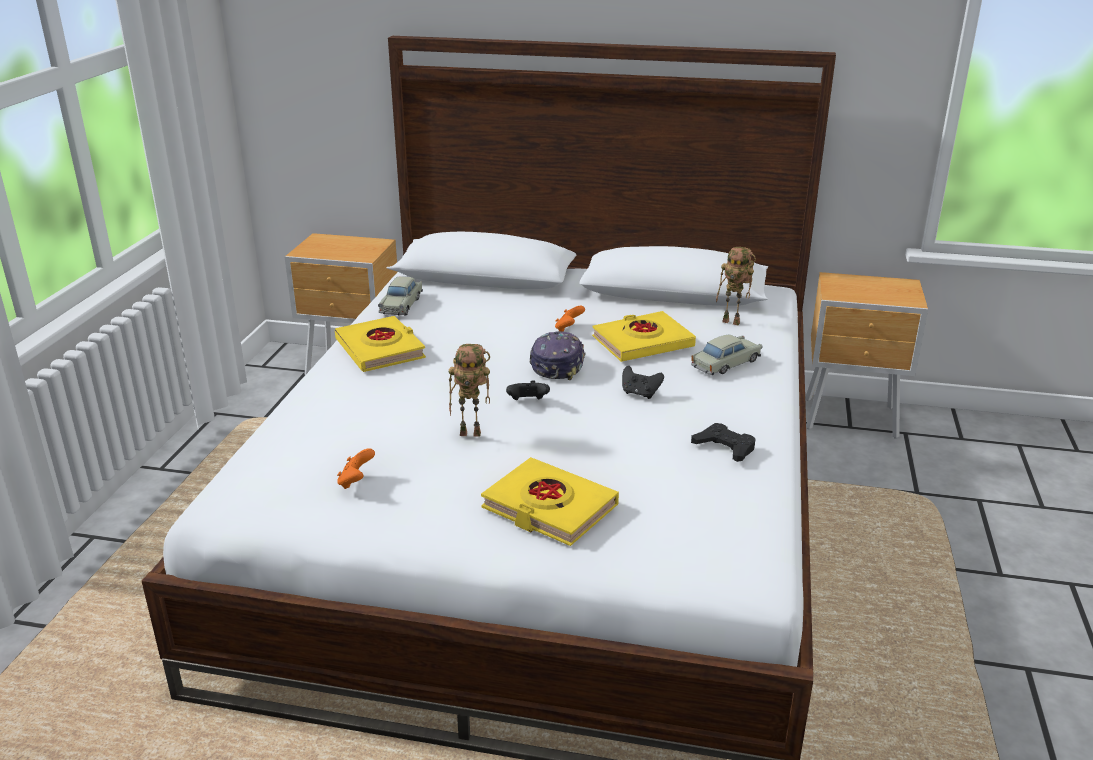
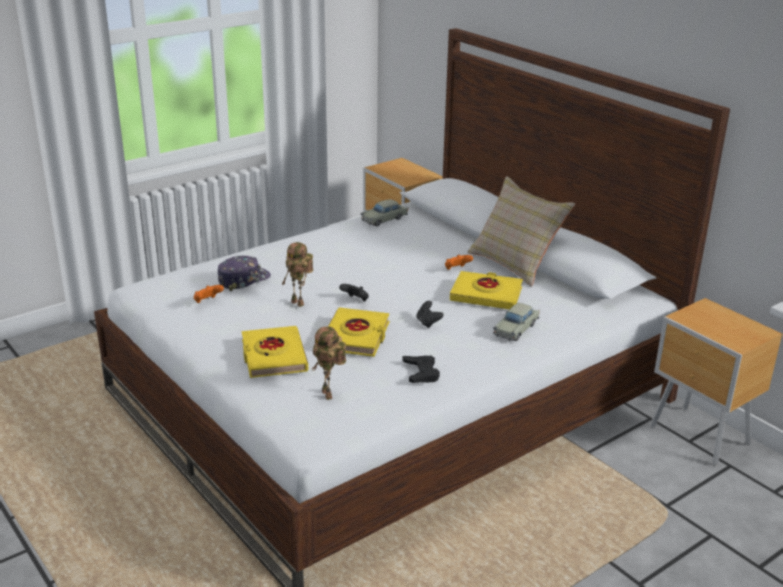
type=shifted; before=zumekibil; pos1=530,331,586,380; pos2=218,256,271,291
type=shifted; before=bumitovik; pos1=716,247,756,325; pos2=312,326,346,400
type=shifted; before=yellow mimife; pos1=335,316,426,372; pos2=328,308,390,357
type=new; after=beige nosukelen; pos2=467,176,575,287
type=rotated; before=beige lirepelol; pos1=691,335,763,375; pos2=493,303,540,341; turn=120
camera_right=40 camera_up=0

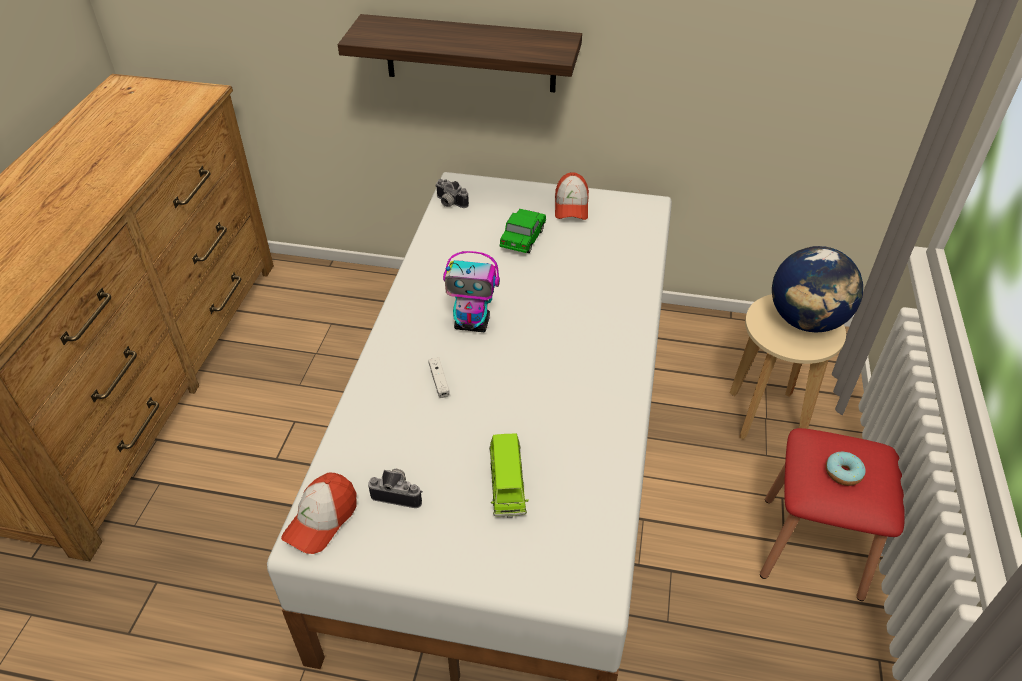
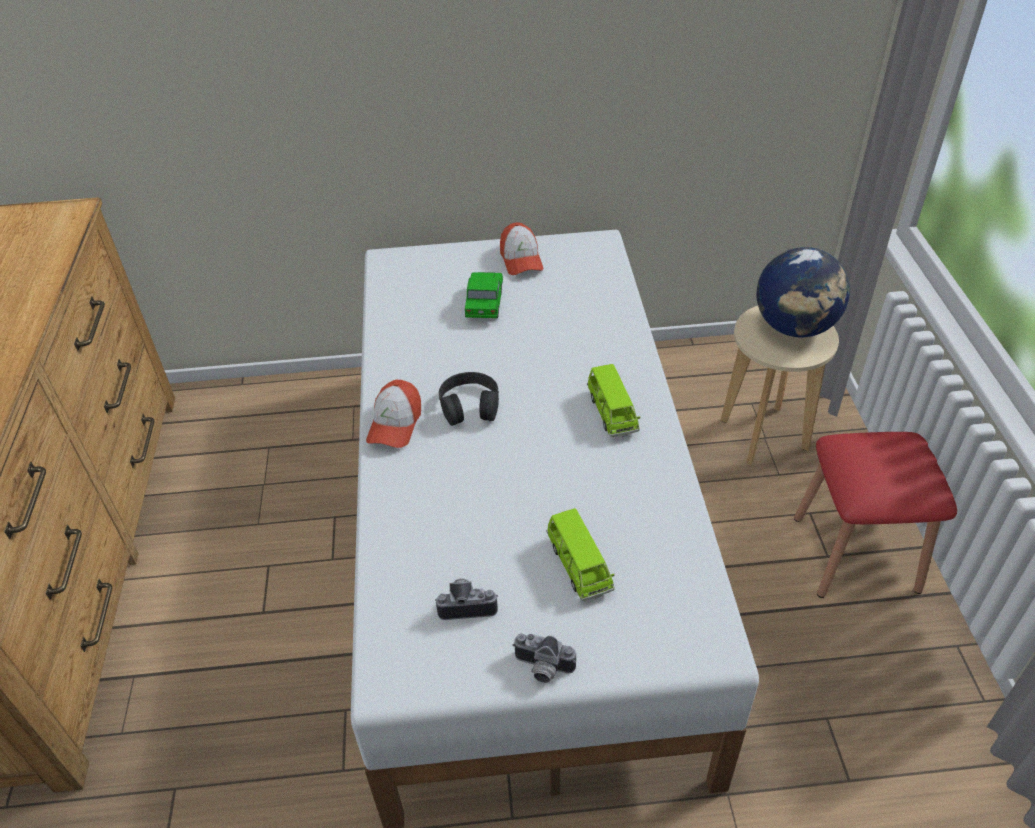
type=shifted; before=zumekibil; pos1=281,473,356,554; pos2=366,380,421,448
type=swapped; before=bumitovik; after=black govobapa; pos1=443,251,500,332; pos2=439,372,499,426
type=shifted; before=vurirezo; pos1=435,179,469,208; pos2=512,634,576,683
type=new; after=green lirepelol; pos2=587,364,640,437
type=gone; before=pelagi; pos1=338,14,582,92
type=gone; before=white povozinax; pos1=429,357,450,398
type=gone; before=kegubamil; pos1=826,452,866,486
camera_right=-15 camera_up=0

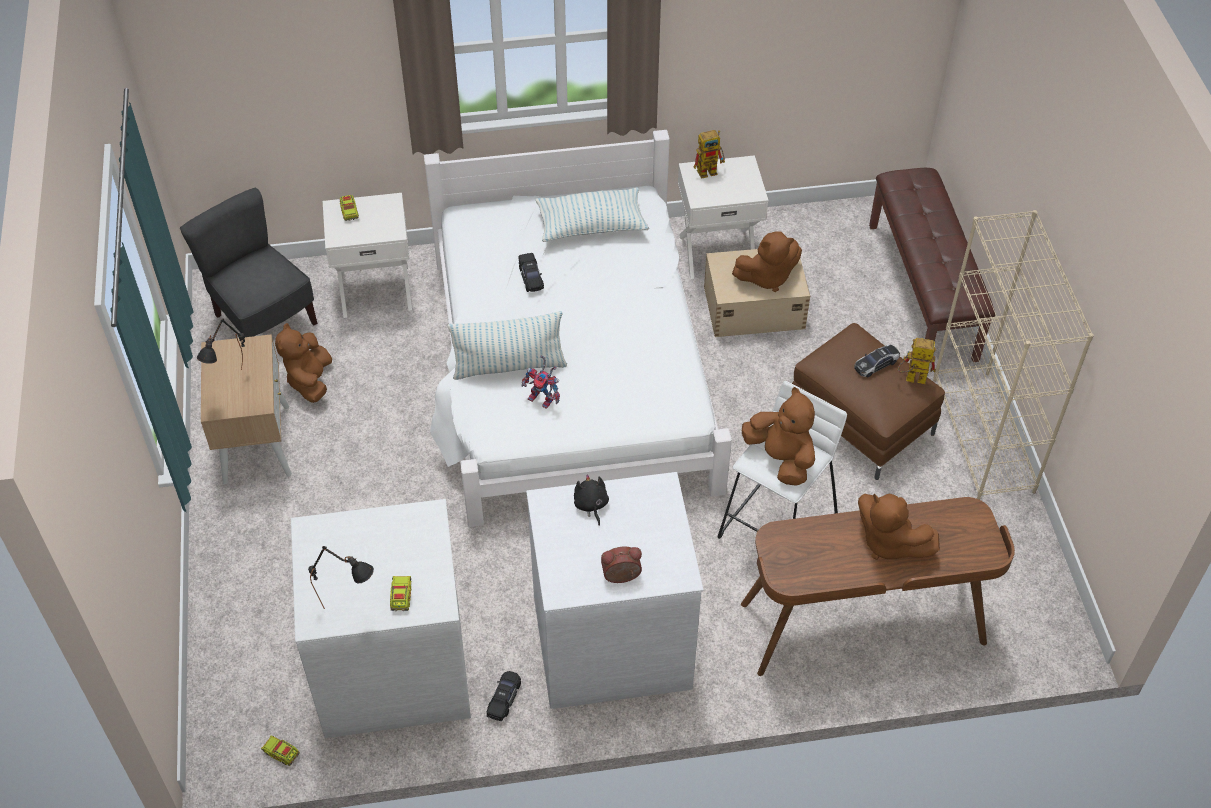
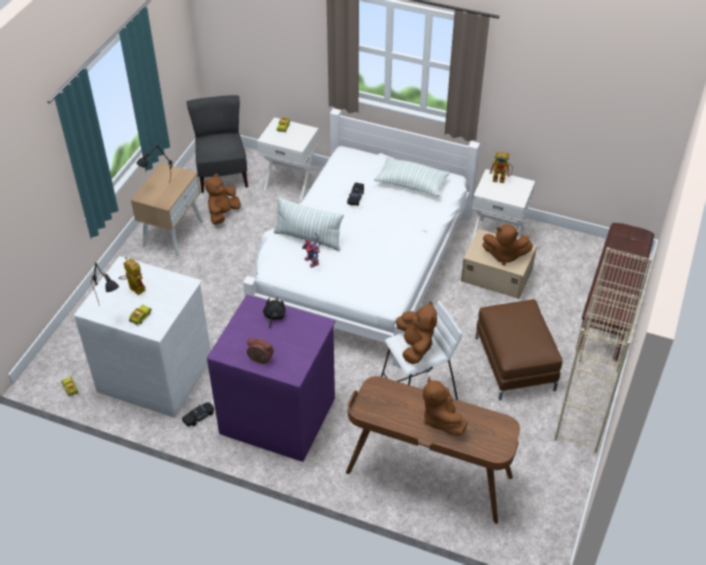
type=shifted; before=bumitovik; pos1=898,338,936,385; pos2=119,257,146,295
type=repainted; before=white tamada; after=purple tamada; pos1=526,472,703,709; pos2=207,295,335,462
type=gone; before=lirepelol; pos1=854,344,900,377
camera_right=30 camera_up=-5

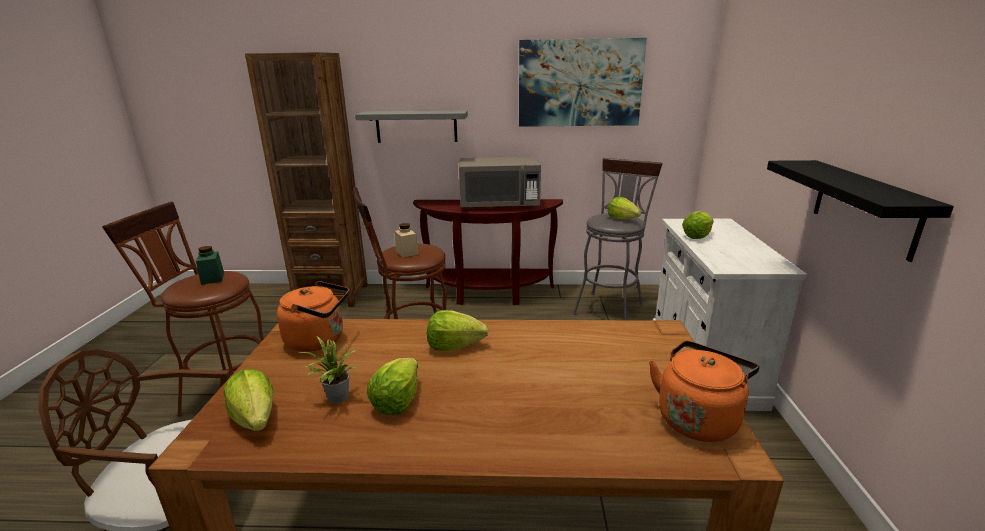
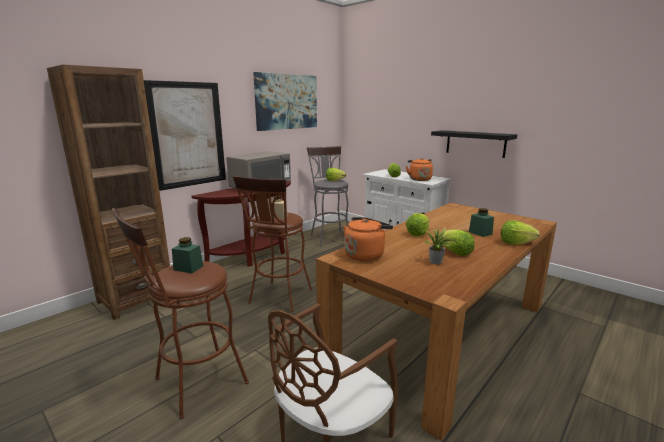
type=swapped; before=grey pelagi; after=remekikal; pos1=355,110,468,143; pos2=144,80,226,191
type=shifted; before=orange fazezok; pos1=649,341,759,442; pos2=406,158,433,181
type=new; after=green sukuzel; pos2=469,208,494,237
type=shifted; before=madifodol; pos1=224,369,274,431; pos2=501,220,540,245
camera_right=-50 camera_up=-5

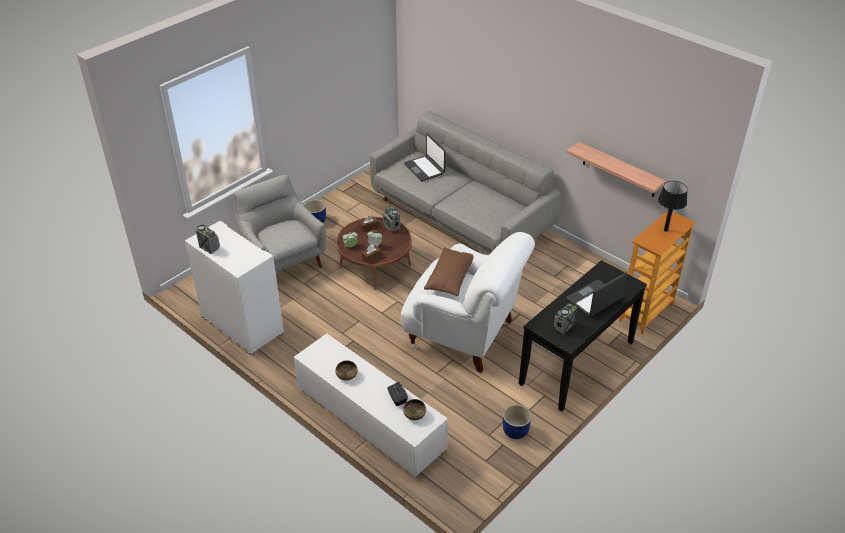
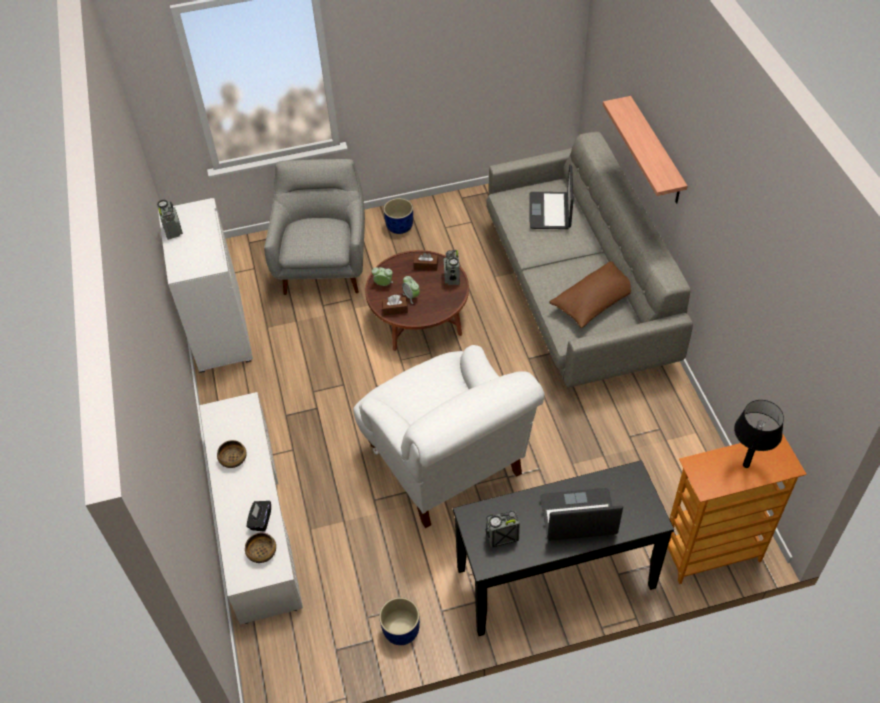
type=shifted; before=brown nosukelen; pos1=424,248,473,296; pos2=549,261,631,328
type=shifted; before=pelagi; pos1=566,142,666,197; pos2=603,96,688,204
camera_right=35 camera_up=10

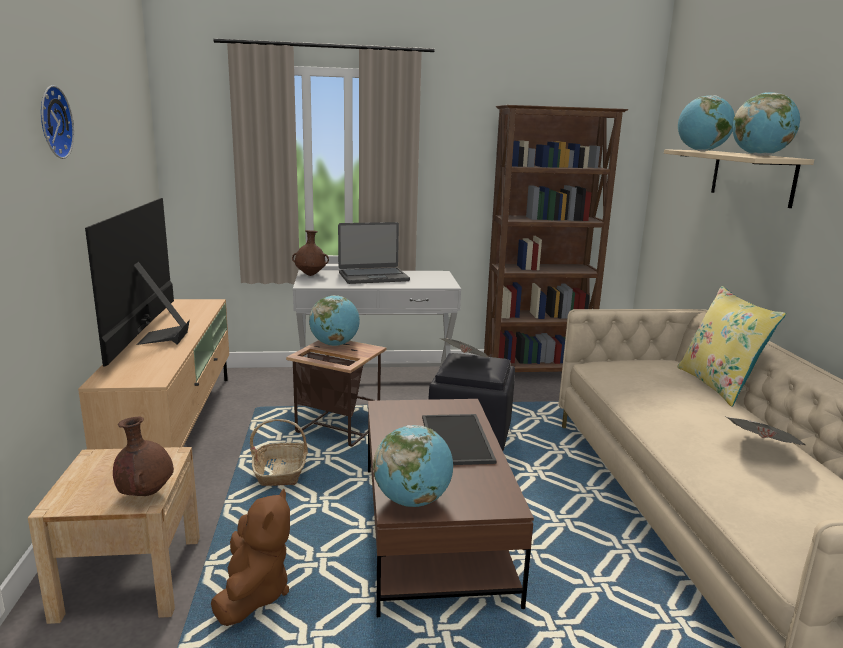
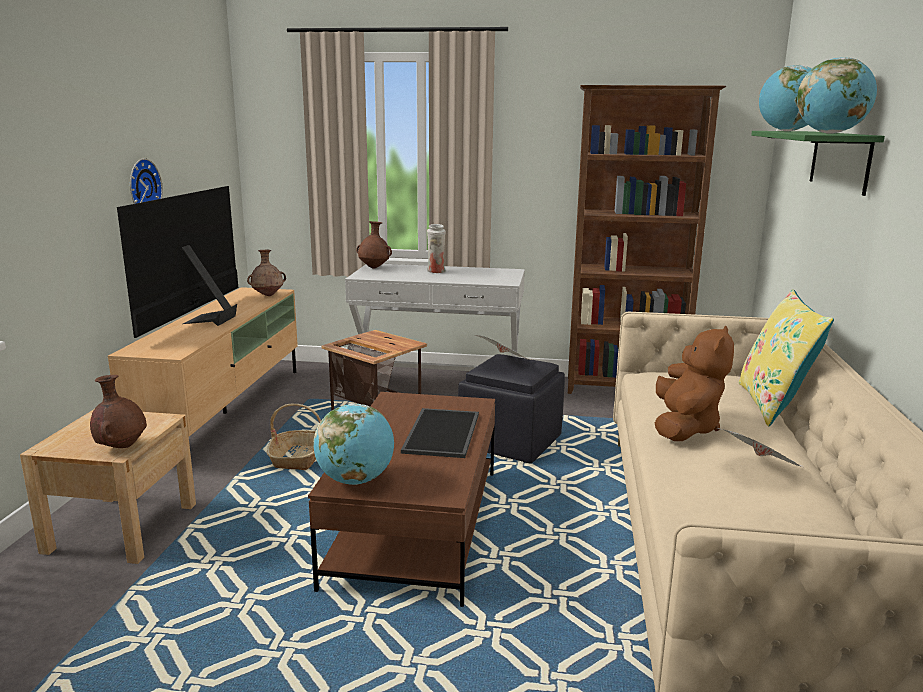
type=shifted; before=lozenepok; pos1=41,85,74,159; pos2=130,158,163,204
type=new; after=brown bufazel; pos2=247,250,286,296
type=swapped; before=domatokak; after=white bufazel; pos1=338,222,410,284; pos2=427,224,446,273
type=shifted; before=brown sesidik; pos1=211,489,290,626; pos2=655,325,734,441
type=repainted; before=beige pelagi; after=green pelagi; pos1=664,149,814,208; pos2=751,131,885,196
type=gone; before=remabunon; pos1=309,295,360,346
camera_right=15 camera_up=0

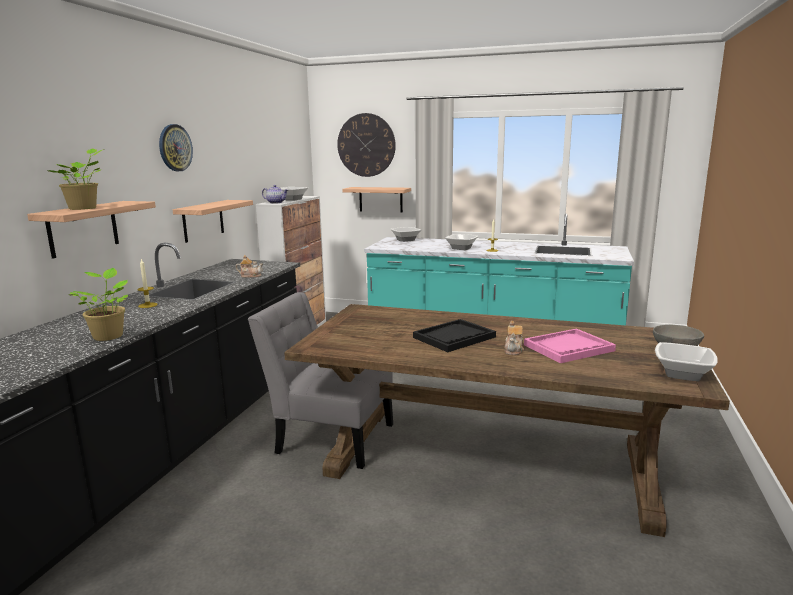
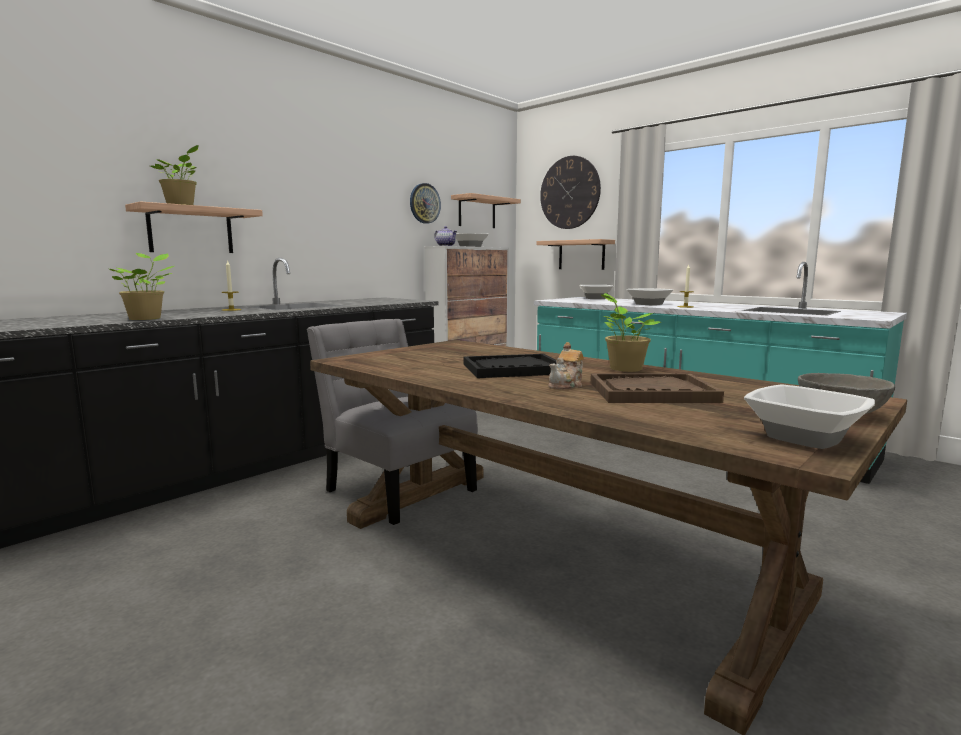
type=shifted; before=lozenepok; pos1=159,124,193,171; pos2=410,183,441,224
type=shifted; before=pelagi; pos1=173,200,253,243; pos2=451,193,521,228
type=repainted; before=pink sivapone; after=brown sivapone; pos1=524,329,616,363; pos2=591,374,724,403
type=new; after=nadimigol; pos2=601,293,661,372
type=gone; before=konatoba; pos1=236,255,263,278
camera_right=25 camera_up=-5

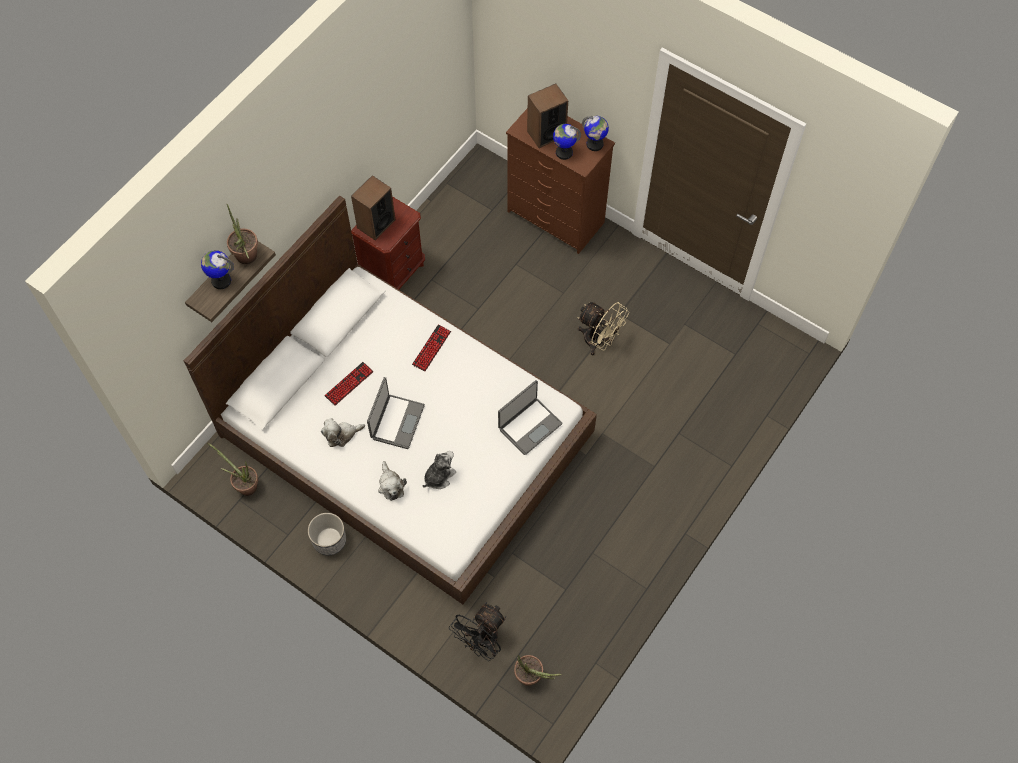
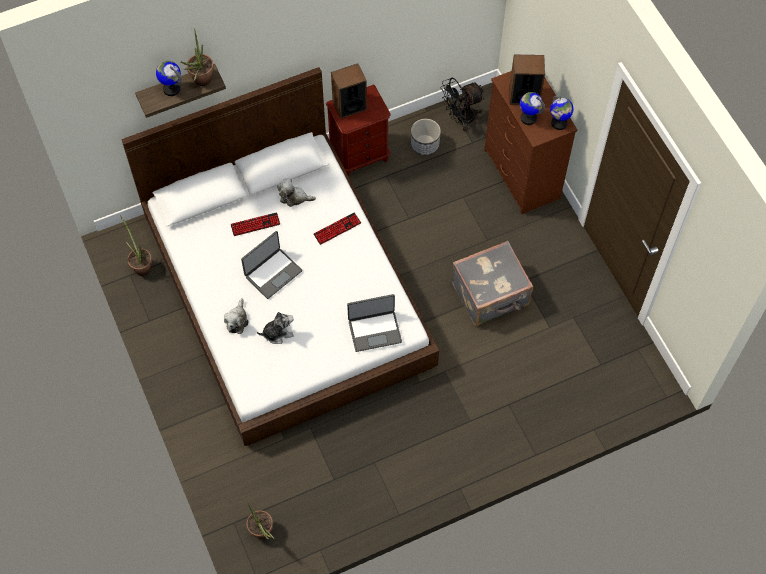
type=shifted; before=sesidik; pos1=321,418,365,447; pos2=277,178,316,207
type=shifted; before=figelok; pos1=308,513,346,555; pos2=411,119,441,155
type=shifted; before=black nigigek; pos1=449,602,506,661; pos2=440,78,484,131
type=swapped; before=beige nigigek; after=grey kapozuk; pos1=577,302,629,355; pos2=452,241,533,326
camera_right=30 camera_up=0

